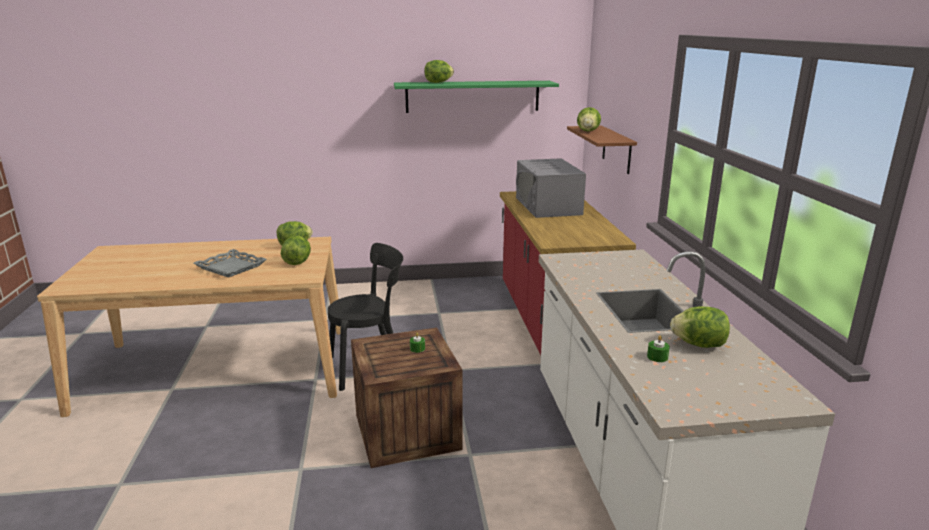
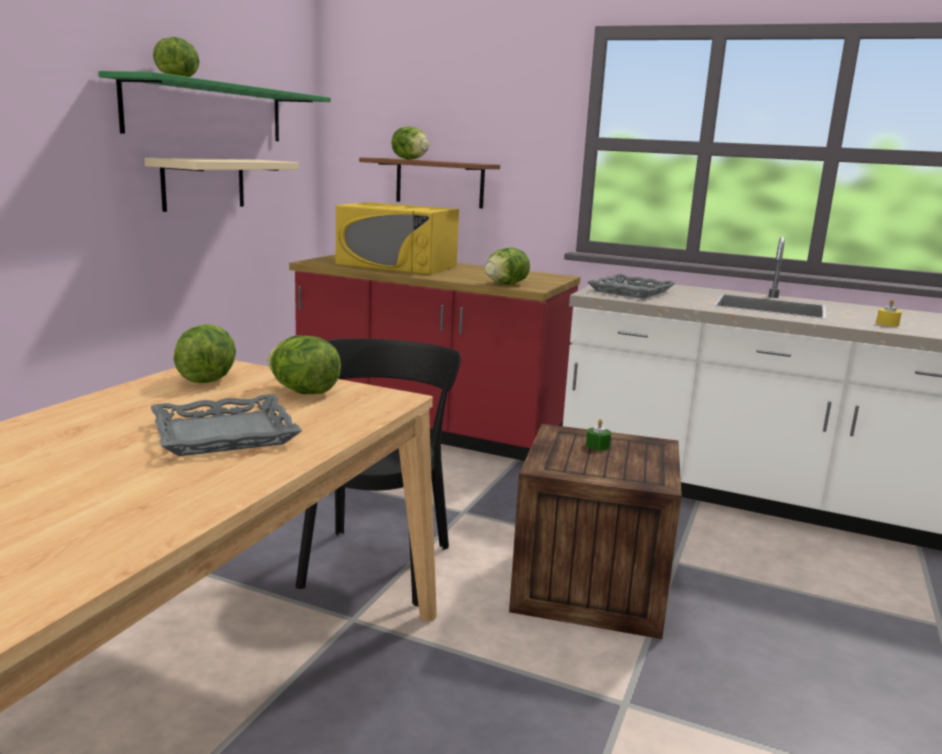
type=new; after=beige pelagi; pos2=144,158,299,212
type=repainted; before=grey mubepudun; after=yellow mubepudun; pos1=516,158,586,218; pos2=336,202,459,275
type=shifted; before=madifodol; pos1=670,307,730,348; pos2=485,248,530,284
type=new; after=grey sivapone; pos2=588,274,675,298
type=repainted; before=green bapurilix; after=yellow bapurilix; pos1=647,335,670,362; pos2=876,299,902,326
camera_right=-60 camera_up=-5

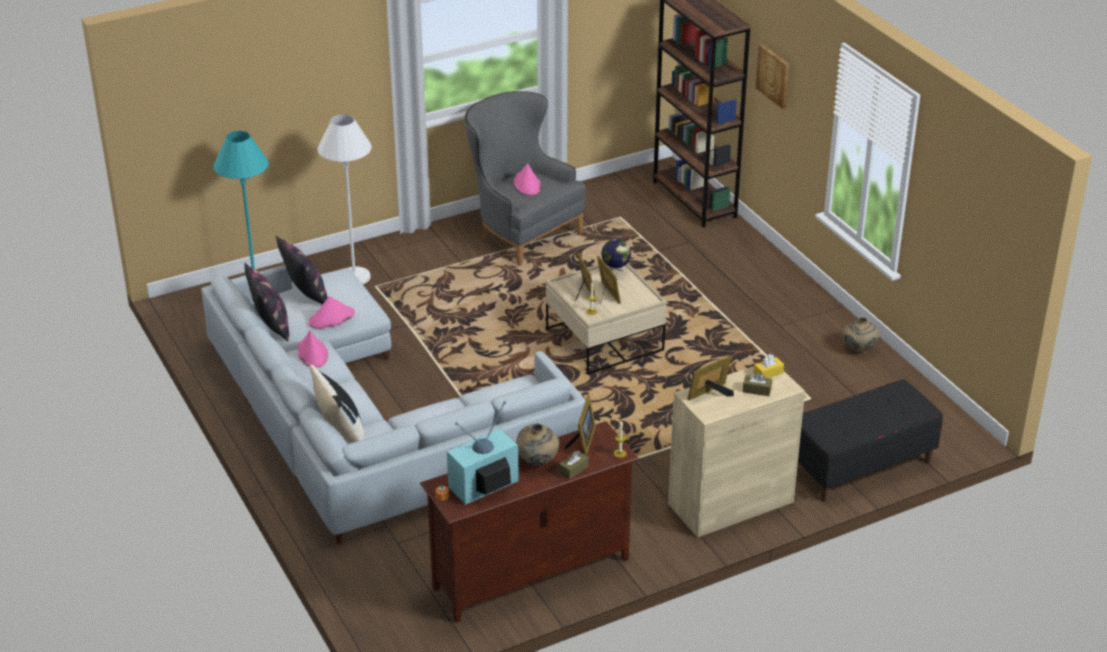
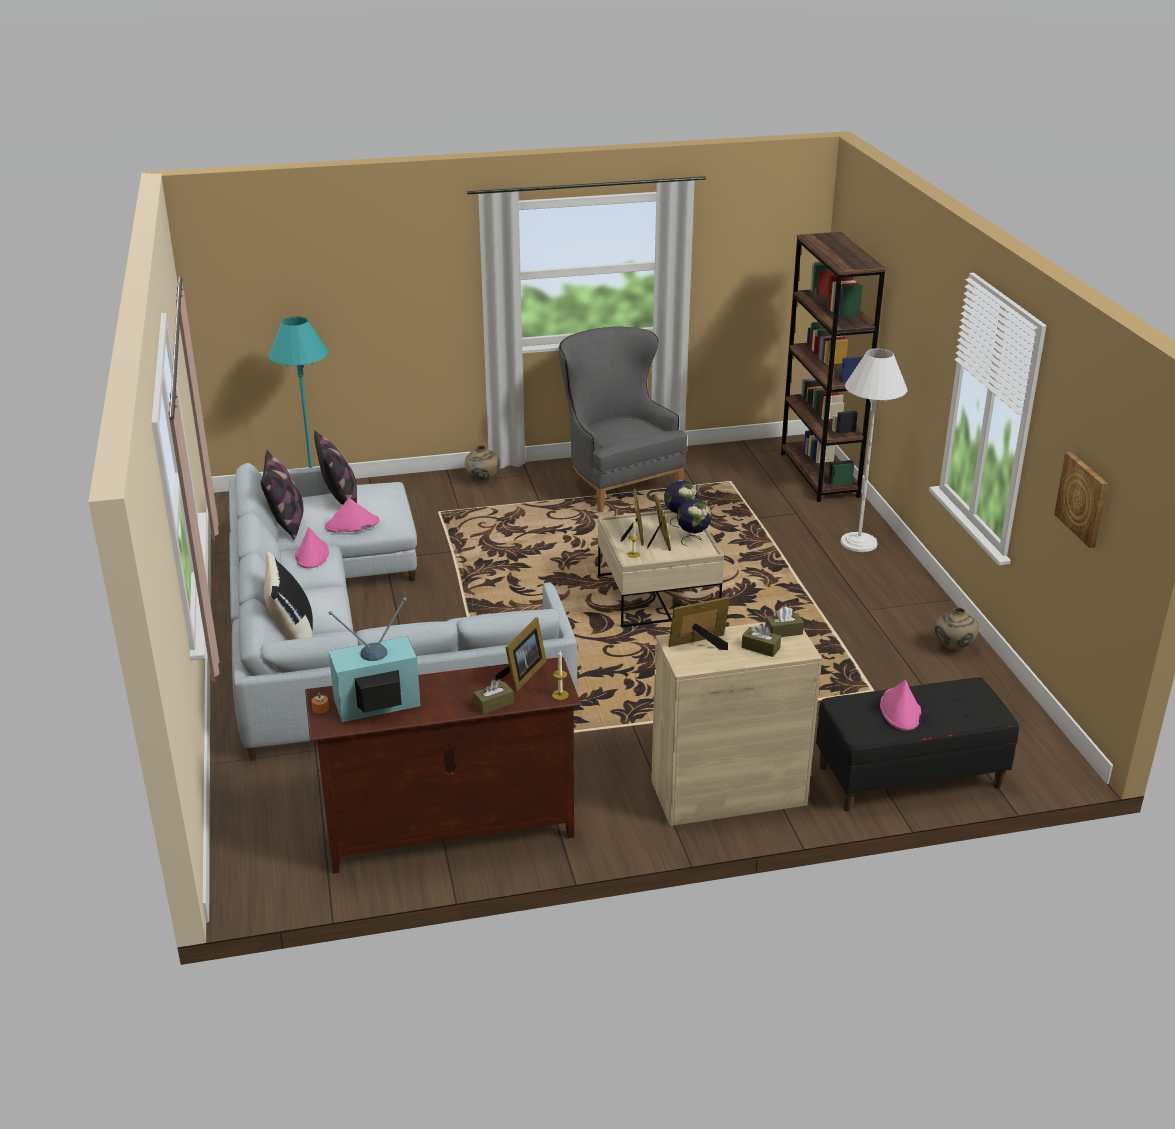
type=shifted; before=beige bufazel; pos1=516,423,560,466; pos2=465,445,500,481
type=new; after=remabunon; pos2=677,498,712,546
type=repainted; before=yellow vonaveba; after=brown vonaveba; pos1=754,354,784,378; pos2=765,606,804,637
type=shifted; before=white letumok; pos1=318,114,372,284; pos2=840,348,908,552
type=shifted; before=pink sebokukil; pos1=514,163,541,196; pos2=880,680,921,731
type=shifted; before=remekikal; pos1=756,44,789,109; pos2=1054,452,1108,548
camera_right=15 camera_up=-5

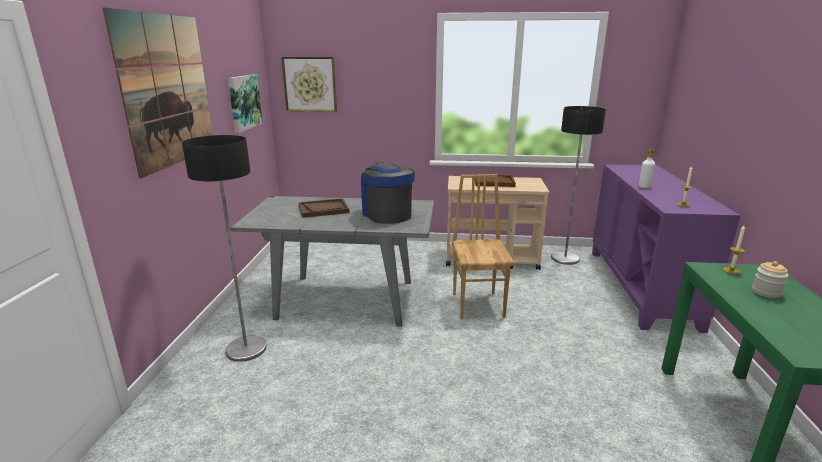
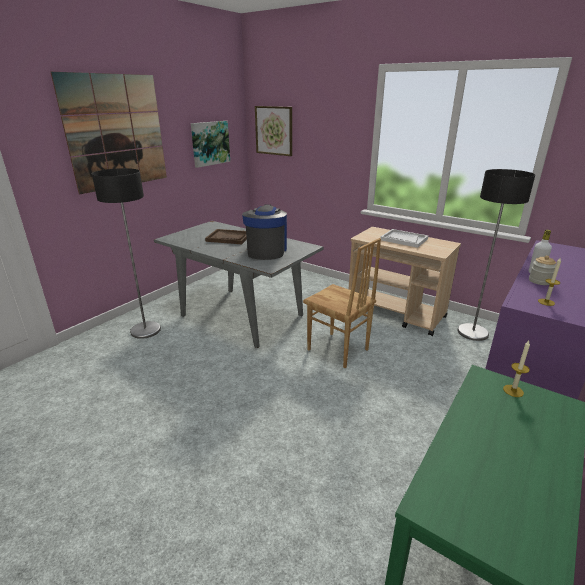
type=rotated; before=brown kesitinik; pos1=451,174,515,319; pos2=303,238,381,368; turn=105
type=repainted; before=brown sivapone; after=white sivapone; pos1=475,174,516,187; pos2=380,229,428,248
type=shifted; before=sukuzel; pos1=752,261,788,298; pos2=529,255,556,285
camera_right=30 camera_up=5

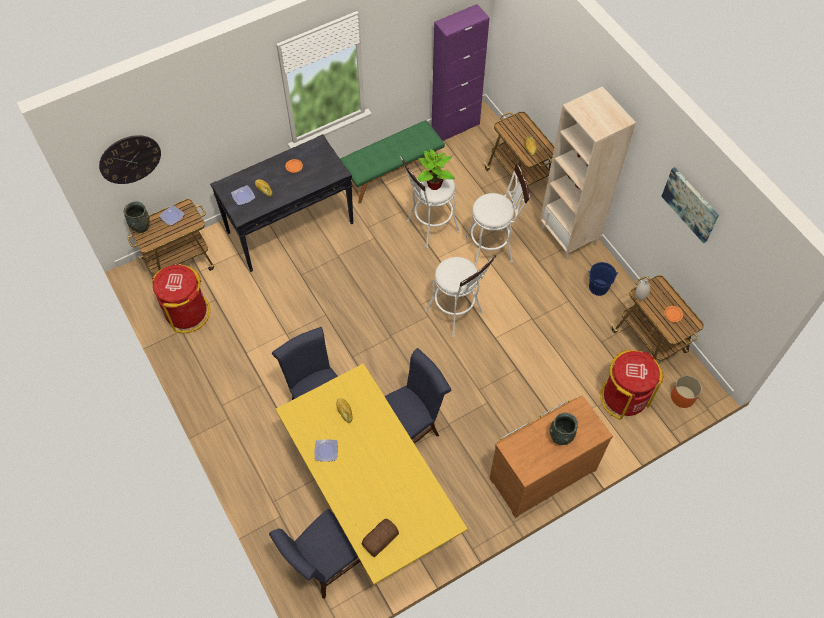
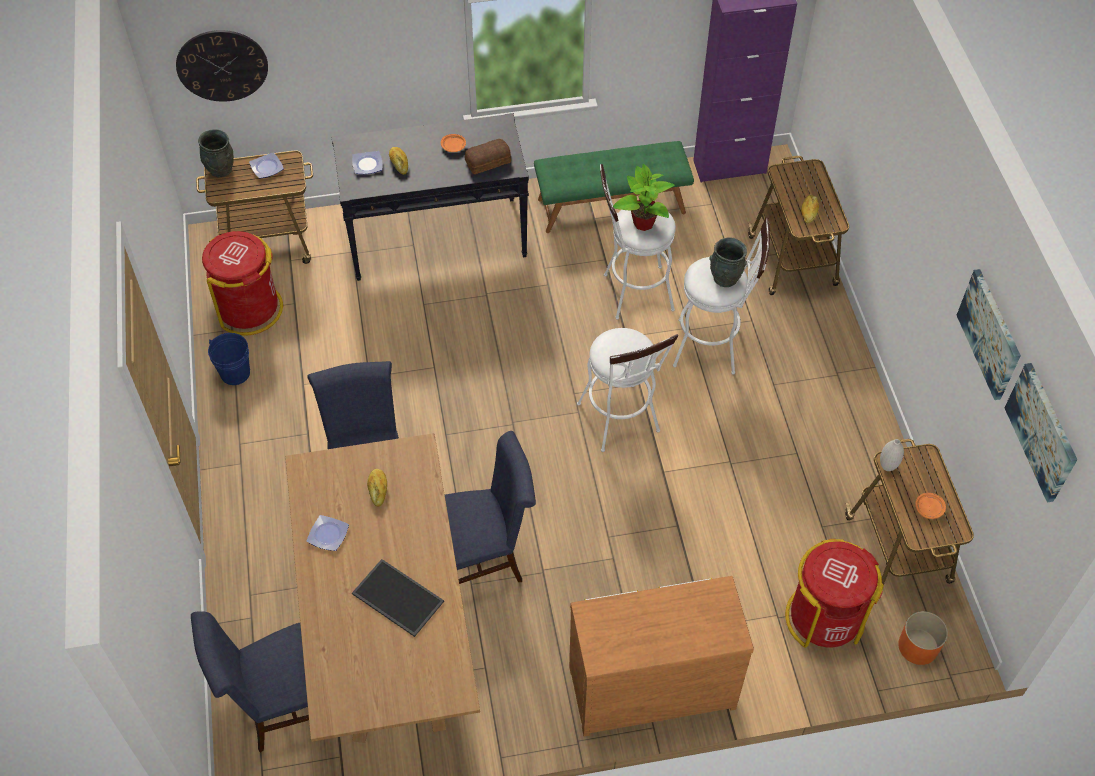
type=shifted; before=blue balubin; pos1=588,262,618,296; pos2=208,333,250,385
type=repainted; before=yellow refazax; after=brown refazax; pos1=276,363,468,585; pos2=285,433,480,743
type=new; after=sivapone; pos2=352,559,444,637
type=shifted; before=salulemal; pos1=362,519,399,557; pos2=465,139,511,174
type=shifted; before=grey bufazel; pos1=549,413,578,445; pos2=709,238,747,287
type=new; after=remekikal; pos2=1005,363,1077,503
type=gone; before=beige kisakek; pos1=540,86,636,260
camera_right=20 camera_up=-5

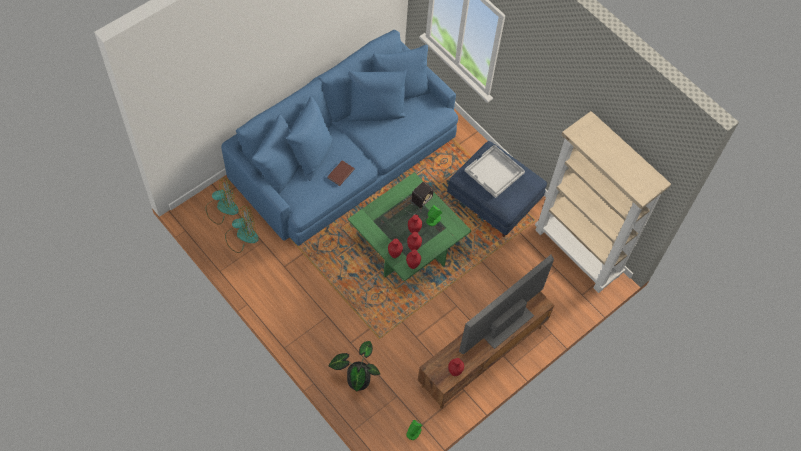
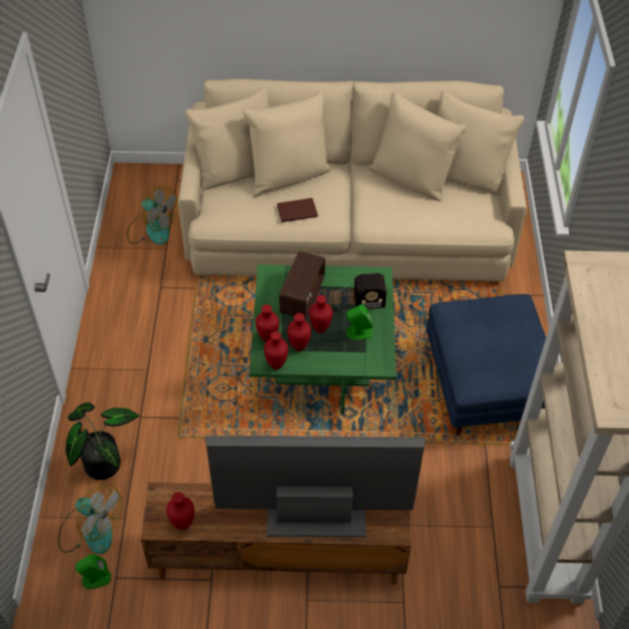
type=shifted; before=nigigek; pos1=206,177,239,225; pos2=58,484,122,554
type=repainted; before=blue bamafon; after=beige bamafon; pos1=221,30,458,246; pos2=178,79,527,281
type=new; after=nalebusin; pos2=279,251,325,319
type=gone; before=white sivapone; pos1=465,145,525,198
camera_right=45 camera_up=-10

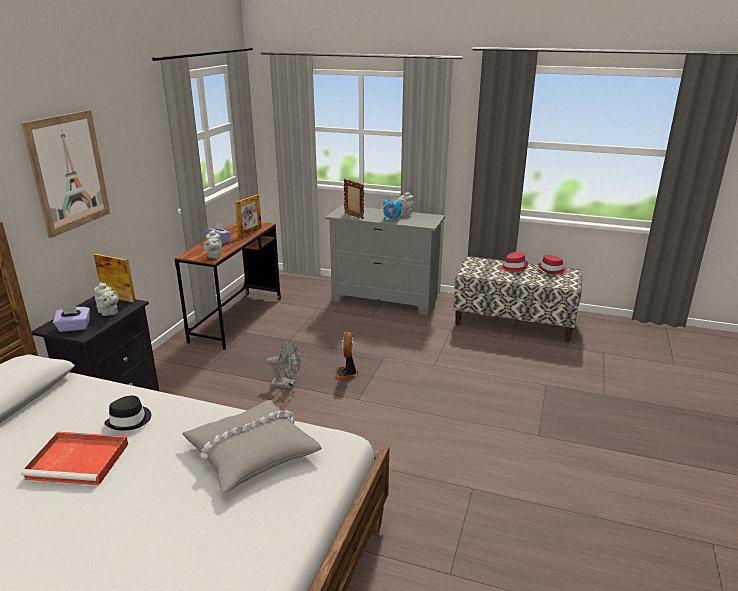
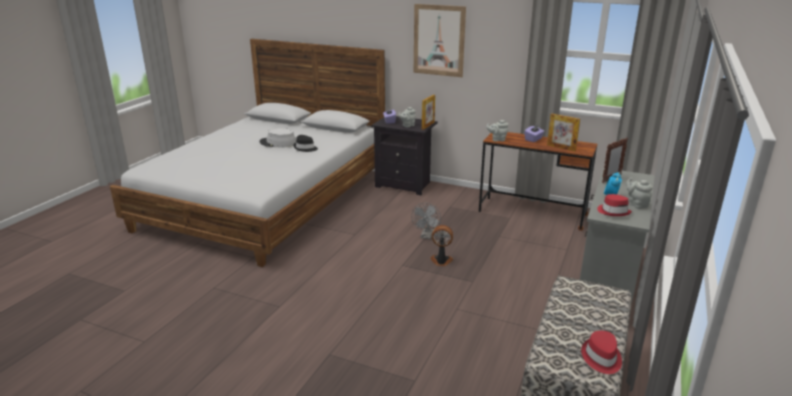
type=swapped; before=red sivapone; after=grey sebokukil; pos1=21,432,128,485; pos2=260,128,296,147
type=shifted; before=red sebokukil; pos1=500,252,528,272; pos2=597,194,632,216
type=gone; before=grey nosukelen; pos1=182,400,322,493
camera_right=95 camera_up=0

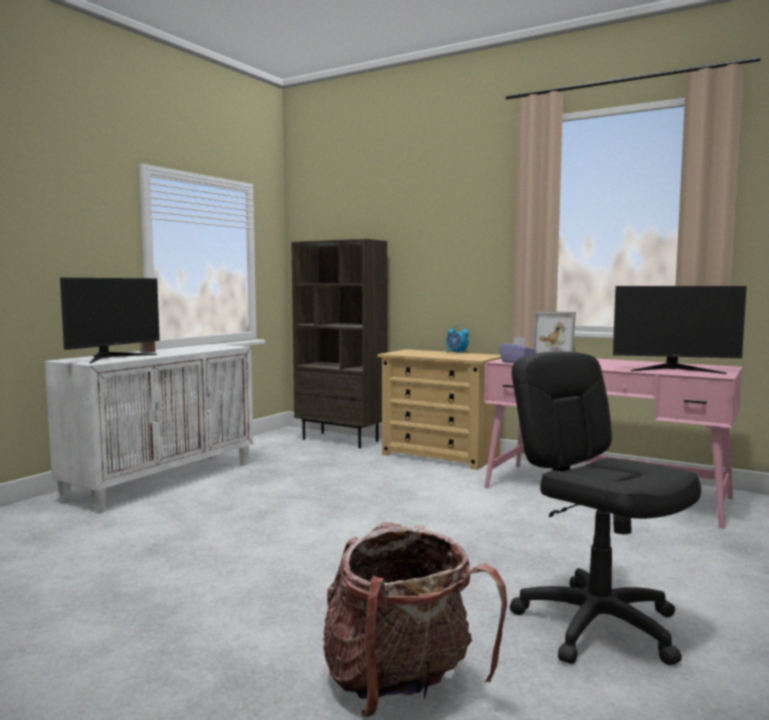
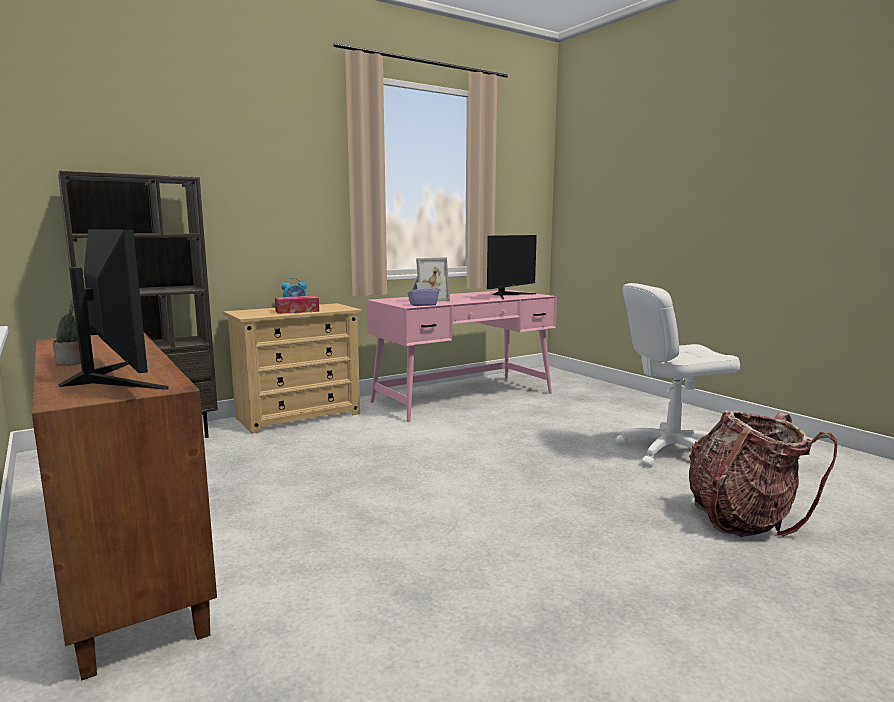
type=repainted; before=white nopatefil; after=brown nopatefil; pos1=45,344,253,514; pos2=32,333,217,681
type=new; after=vonaveba; pos2=275,296,319,314
type=repainted; before=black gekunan; after=white gekunan; pos1=510,351,701,665; pos2=615,283,740,467
camera_right=-65 camera_up=5

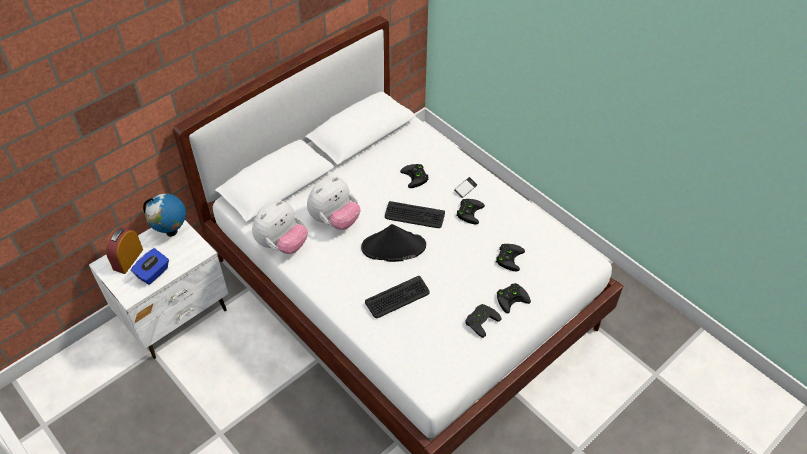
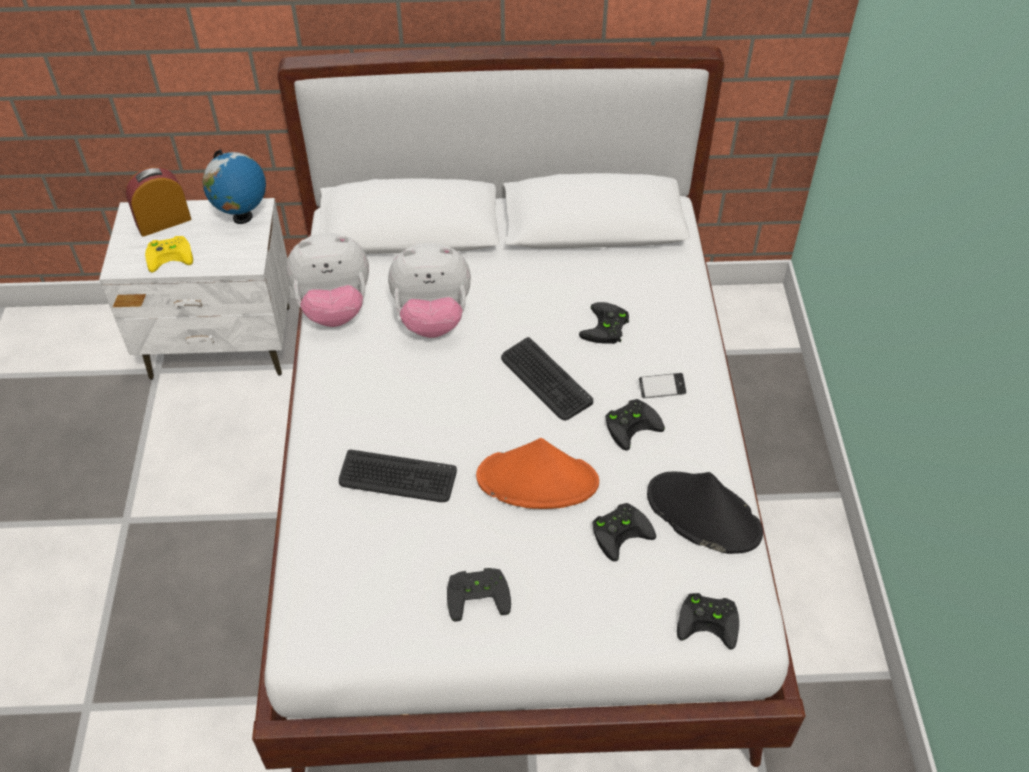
type=swapped; before=blue vonaveba; after=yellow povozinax; pos1=131,248,169,285; pos2=145,236,193,273
type=new; after=orange sebokukil; pos2=476,438,599,509
type=shifted; before=black sebokukil; pos1=361,224,426,262; pos2=647,472,763,554
type=shifted; before=black povozinax; pos1=497,283,531,314; pos2=677,593,739,650
camera_right=40 camera_up=0

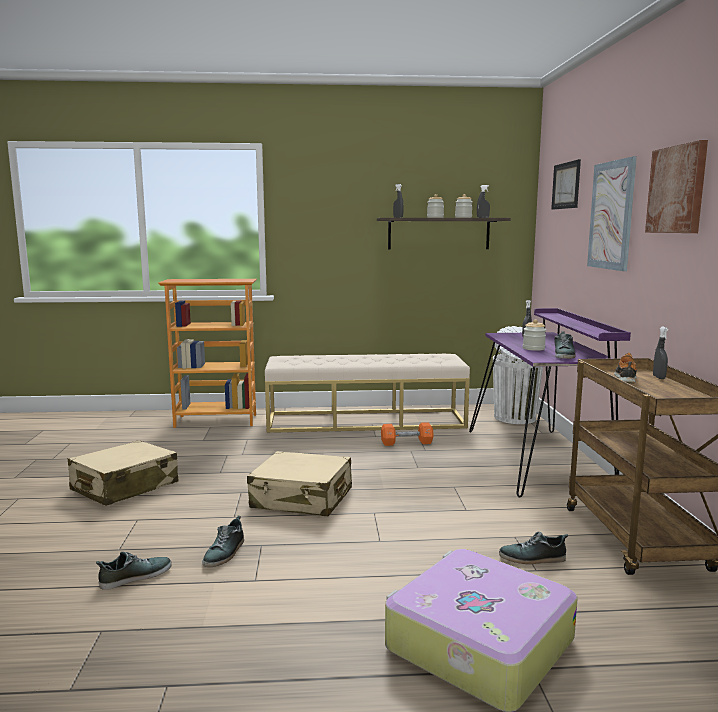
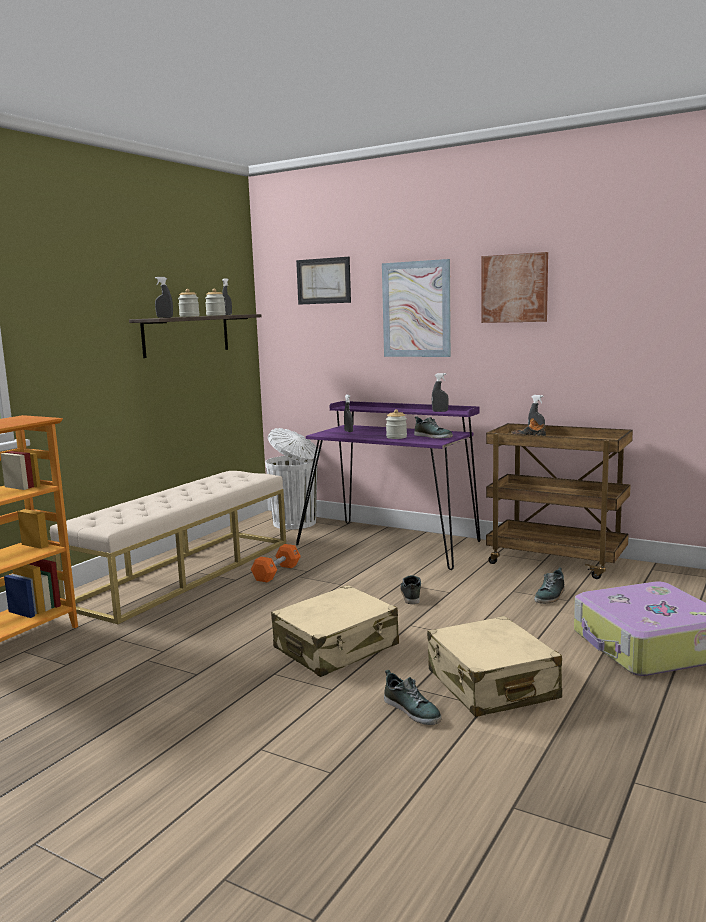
type=shifted; before=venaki; pos1=96,552,172,590; pos2=400,575,421,604
type=shifted; before=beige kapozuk; pos1=68,440,178,506; pos2=427,616,562,717
type=new; after=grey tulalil; pos2=432,373,449,412
camera_right=-55 camera_up=0

